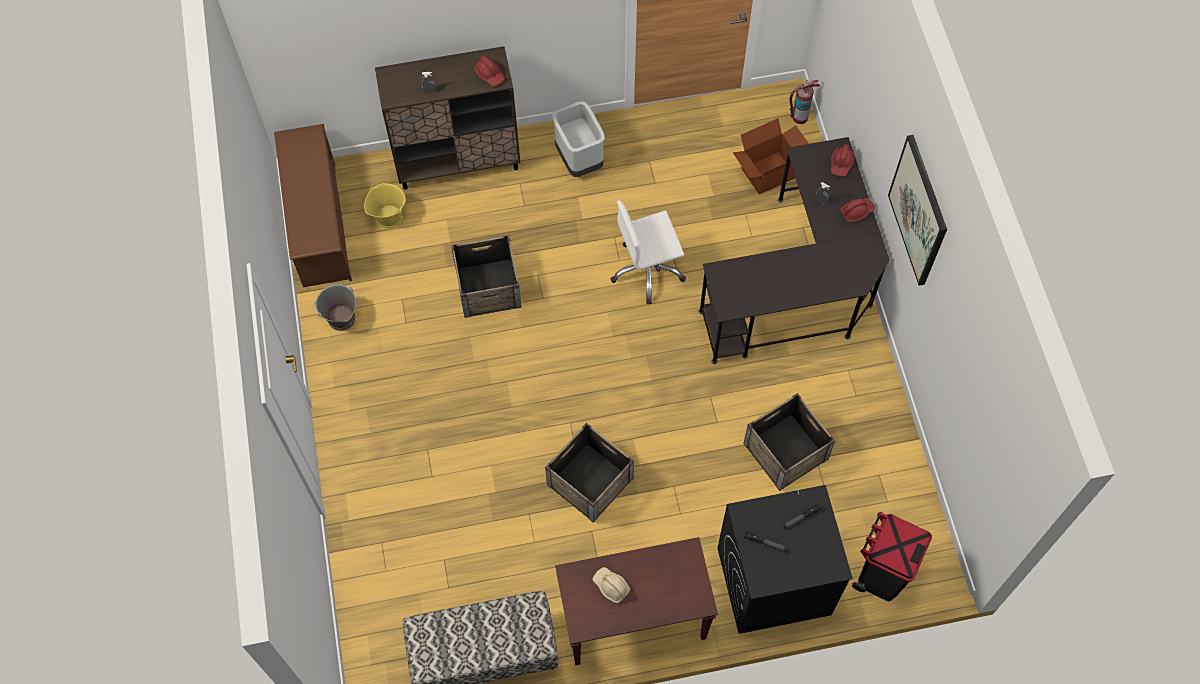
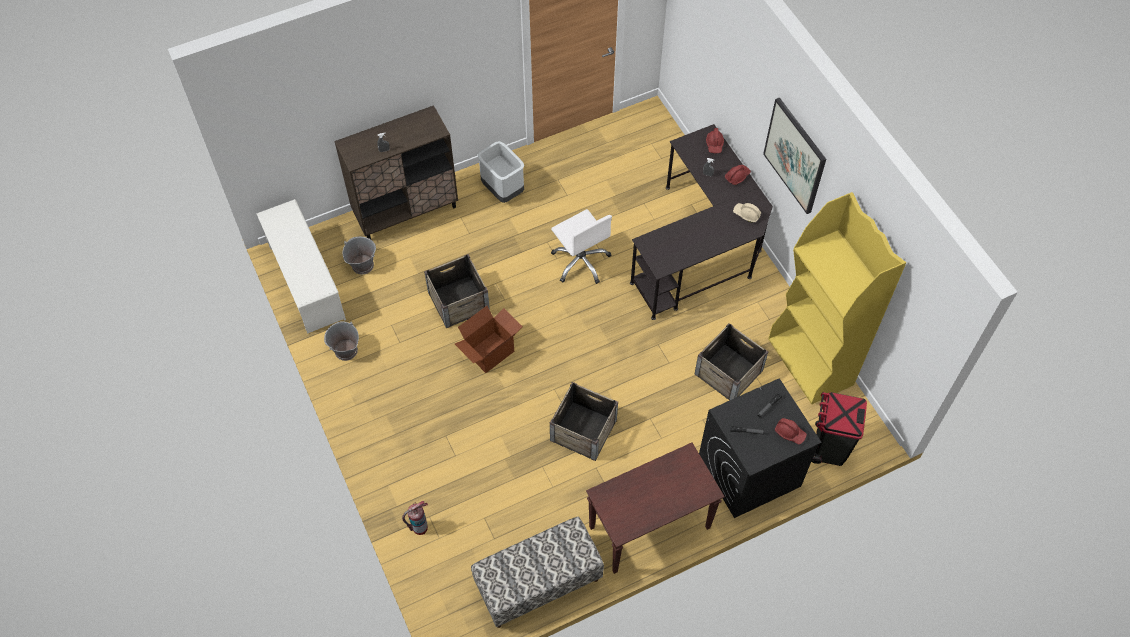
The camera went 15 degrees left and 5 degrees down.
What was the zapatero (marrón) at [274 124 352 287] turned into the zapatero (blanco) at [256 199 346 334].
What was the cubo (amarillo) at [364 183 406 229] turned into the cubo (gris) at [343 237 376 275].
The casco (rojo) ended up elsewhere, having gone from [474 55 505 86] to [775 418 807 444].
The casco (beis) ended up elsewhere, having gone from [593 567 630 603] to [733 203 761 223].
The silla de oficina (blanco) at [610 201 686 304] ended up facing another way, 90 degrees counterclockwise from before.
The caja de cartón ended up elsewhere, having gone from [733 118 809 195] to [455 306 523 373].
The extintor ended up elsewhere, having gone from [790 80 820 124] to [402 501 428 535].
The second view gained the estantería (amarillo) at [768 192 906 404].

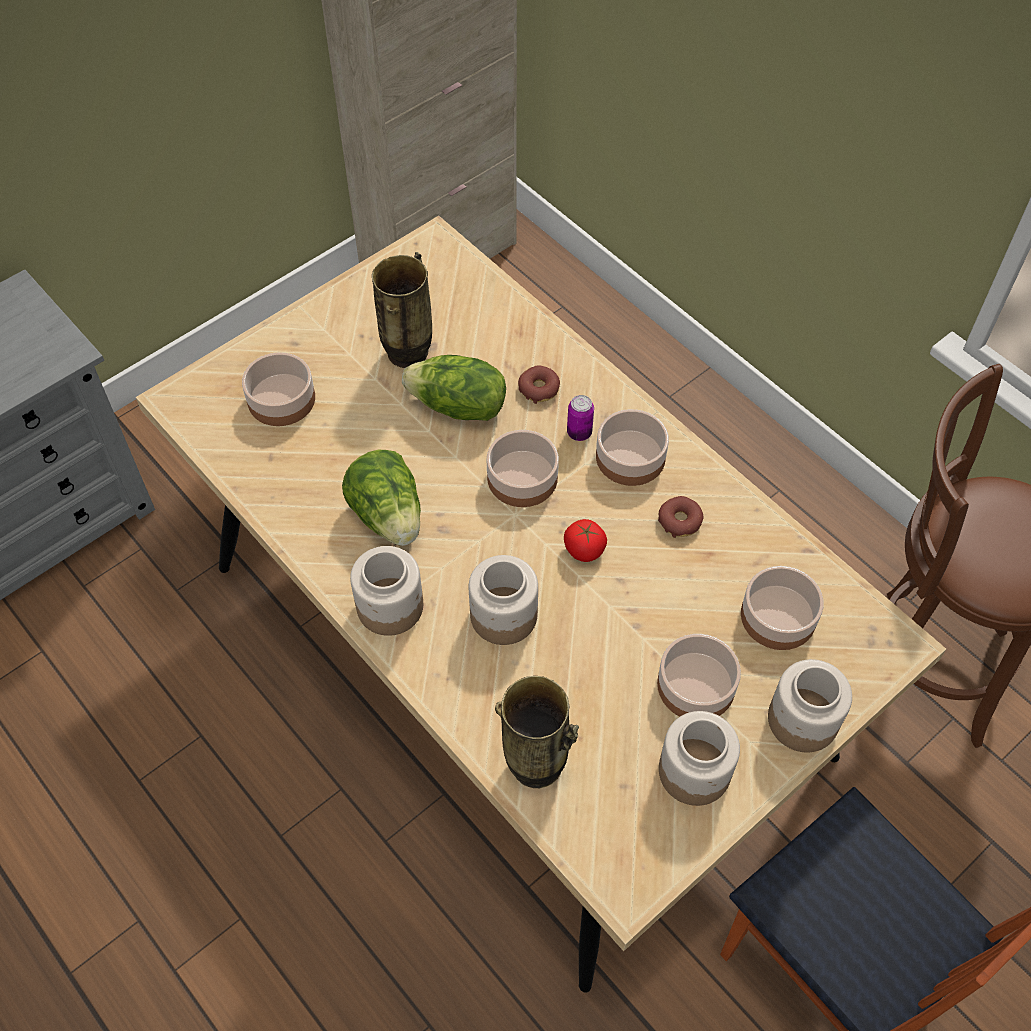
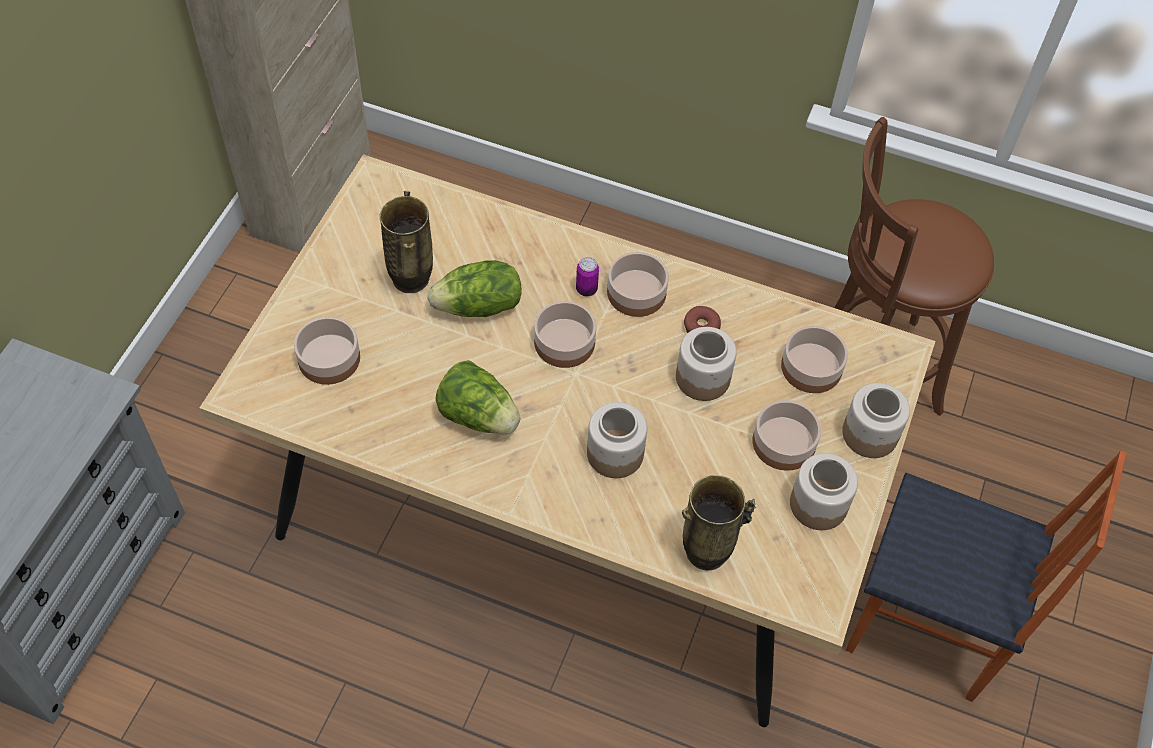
The camera went 30 degrees left and 0 degrees up.
The tarro ended up elsewhere, having gone from [350 546 423 636] to [676 327 737 401].
The second view lost the rosquilla at [518 365 560 404].
The second view lost the tomate at [564 519 607 562].

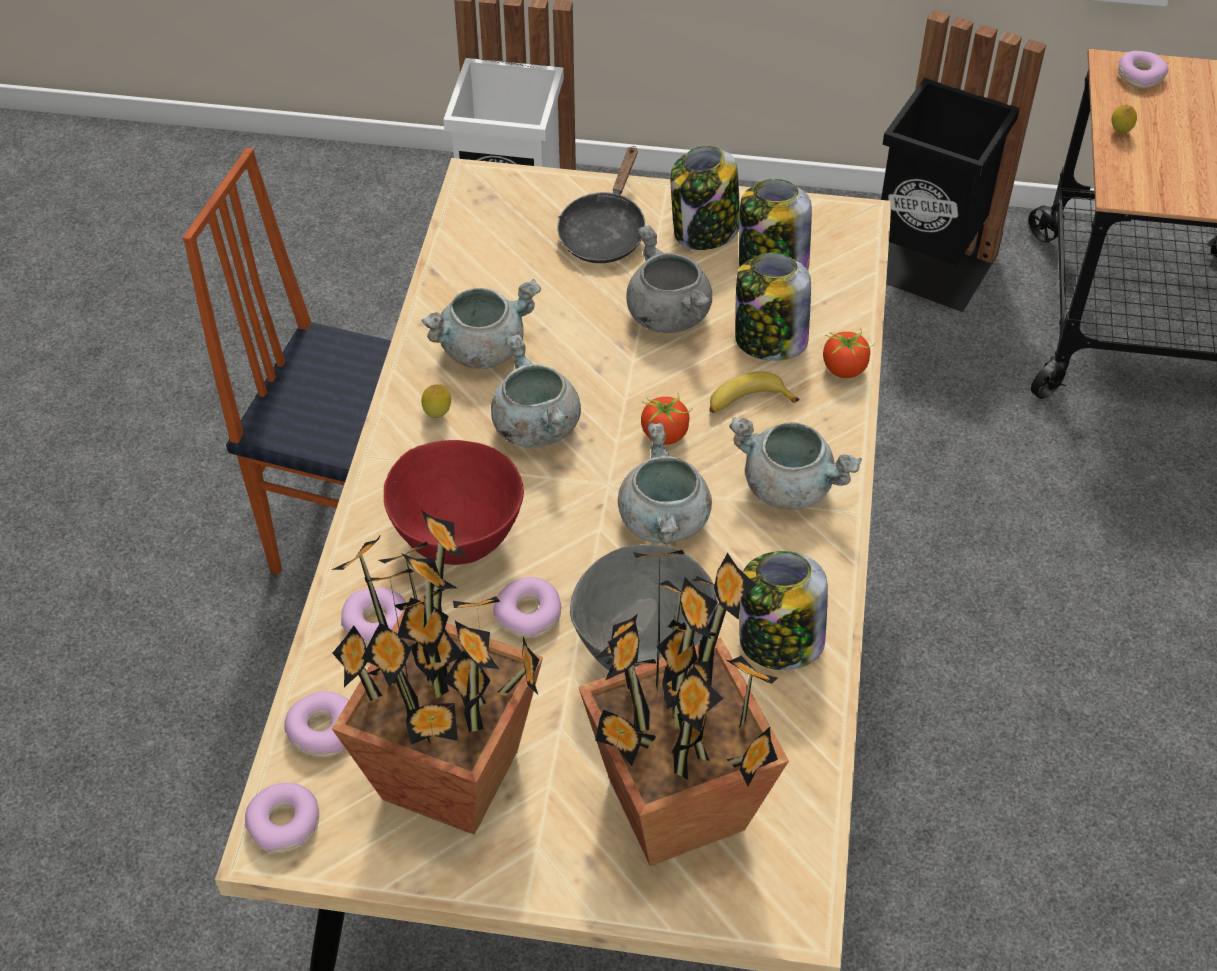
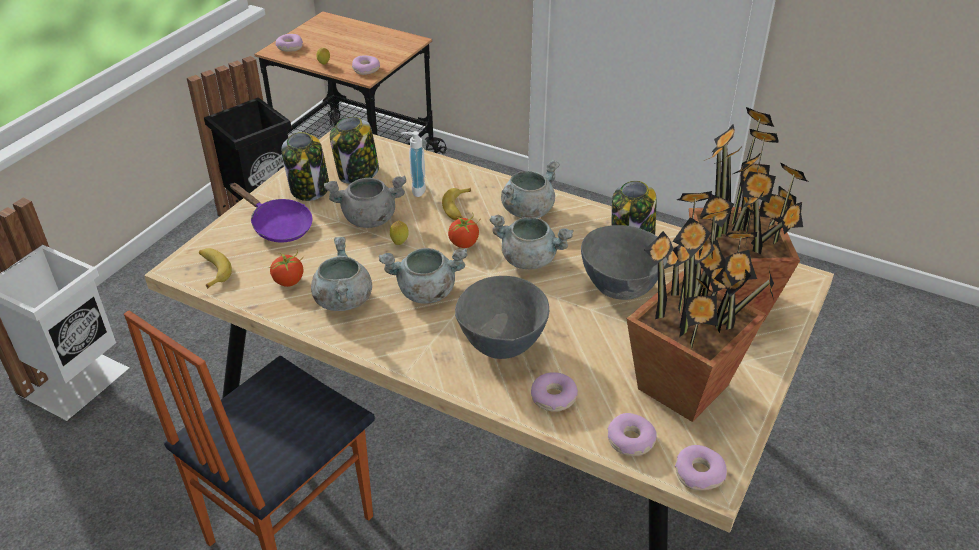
The camera went 70 degrees left and 10 degrees down.
What was the cuenco (rojo) at [384 440 524 565] turned into the cuenco (gris) at [455 276 549 359].
The limón ended up elsewhere, having gone from [421 384 451 418] to [390 220 409 245].
The rosquilla ended up elsewhere, having gone from [493 577 562 638] to [352 55 380 75].
What was the sartén (negro) at [557 146 645 263] turned into the sartén (morado) at [230 183 313 243].
Where the tarro stood at [735 252 811 361], the dispensador de jabón came to stand at [401 131 426 197].
The tomate ended up elsewhere, having gone from [823 329 875 378] to [268 250 303 287].
The second view gained the plátano at [199 248 232 289].

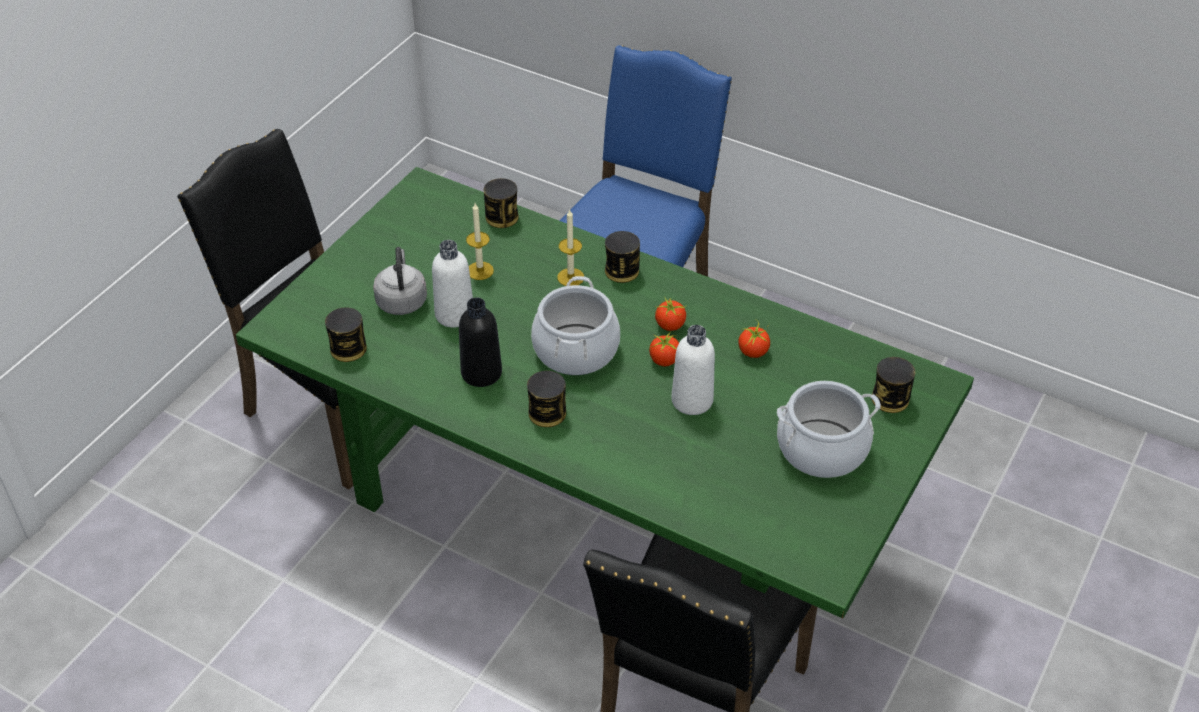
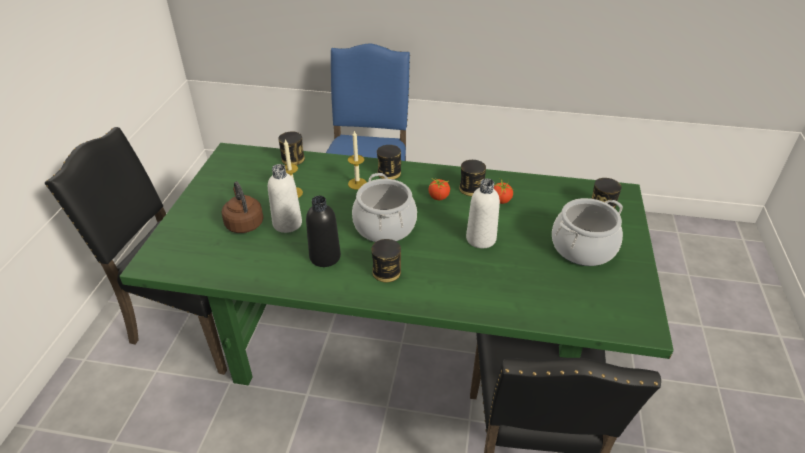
The camera went 20 degrees left and 5 degrees down.
The lata ended up elsewhere, having gone from [325 308 367 362] to [459 160 486 196].
What was the hervidor (gris) at [373 247 427 315] turned into the hervidor (marrón) at [222 181 264 233].
The second view lost the tomate at [649 331 679 366].

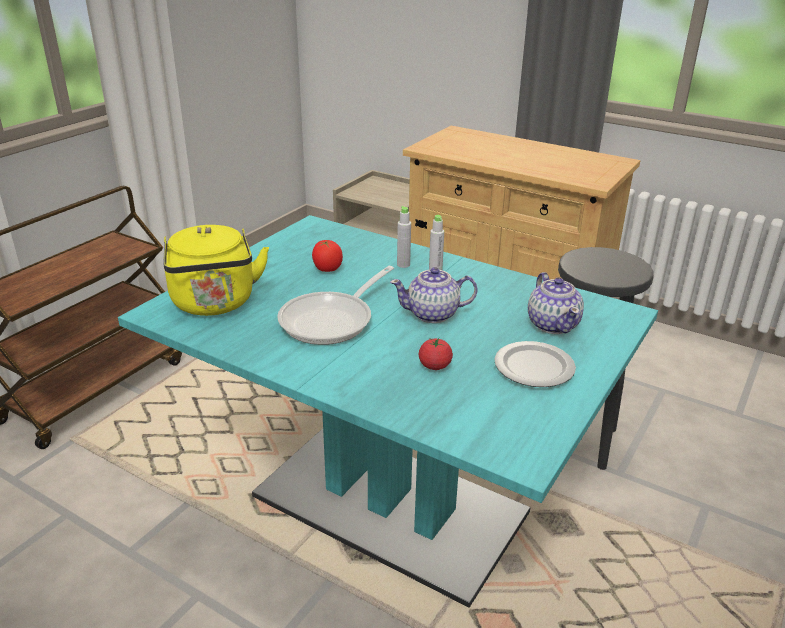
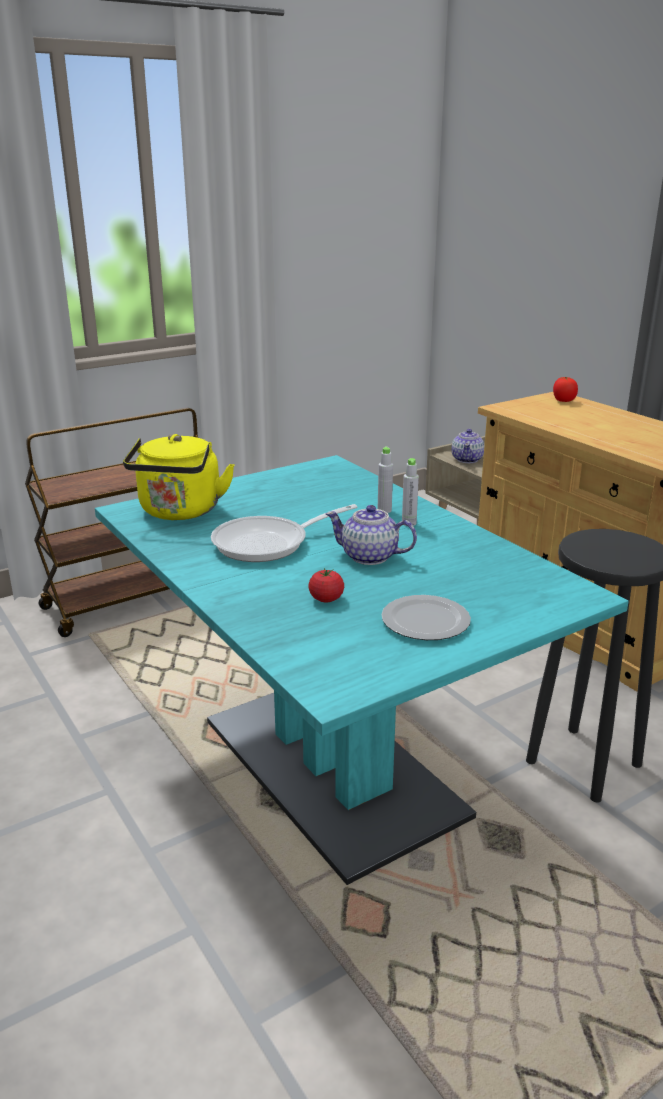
The camera went 25 degrees right and 5 degrees down.
The tomate ended up elsewhere, having gone from [312 240 343 272] to [553 377 578 402].
The tetera ended up elsewhere, having gone from [528 272 584 334] to [451 429 484 463].

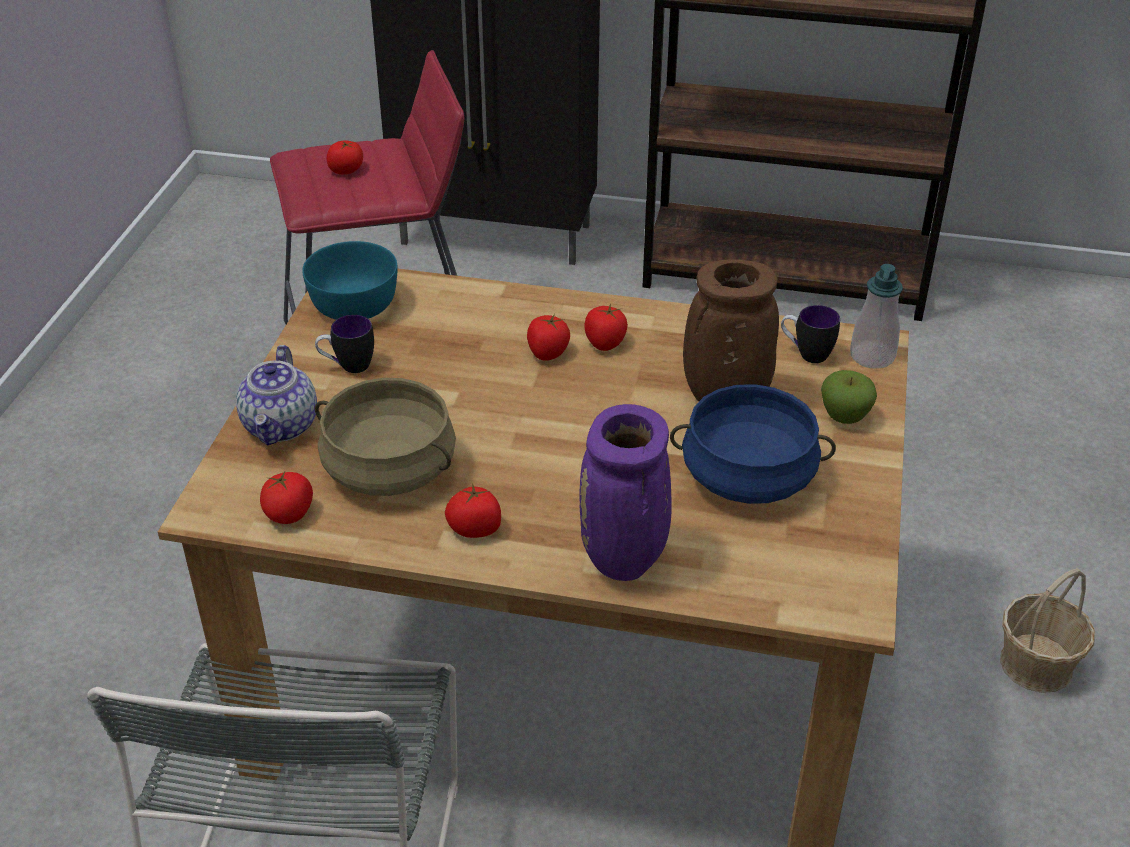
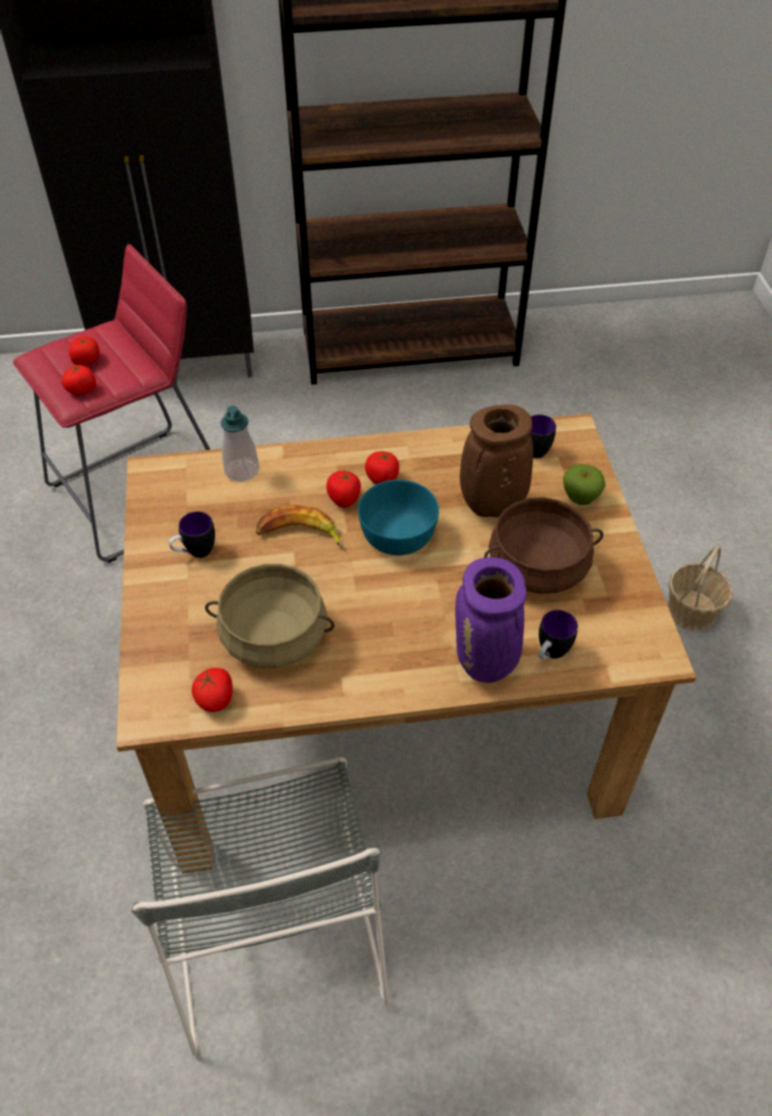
The camera went 20 degrees left and 10 degrees up.
The second view lost the tetera at [236 345 317 445].
The cuenco (turquesa) ended up elsewhere, having gone from [302 241 398 320] to [358 480 439 555].
The tomate ended up elsewhere, having gone from [445 483 501 538] to [62 364 96 395].
What was the olla (azul) at [670 384 836 504] turned into the olla (marrón) at [484 497 603 594].
The dispensador de jabón ended up elsewhere, having gone from [850 264 903 369] to [221 406 259 482].
The second view gained the plátano at [256 505 343 547].
The second view gained the taza grande at [538 610 578 659].

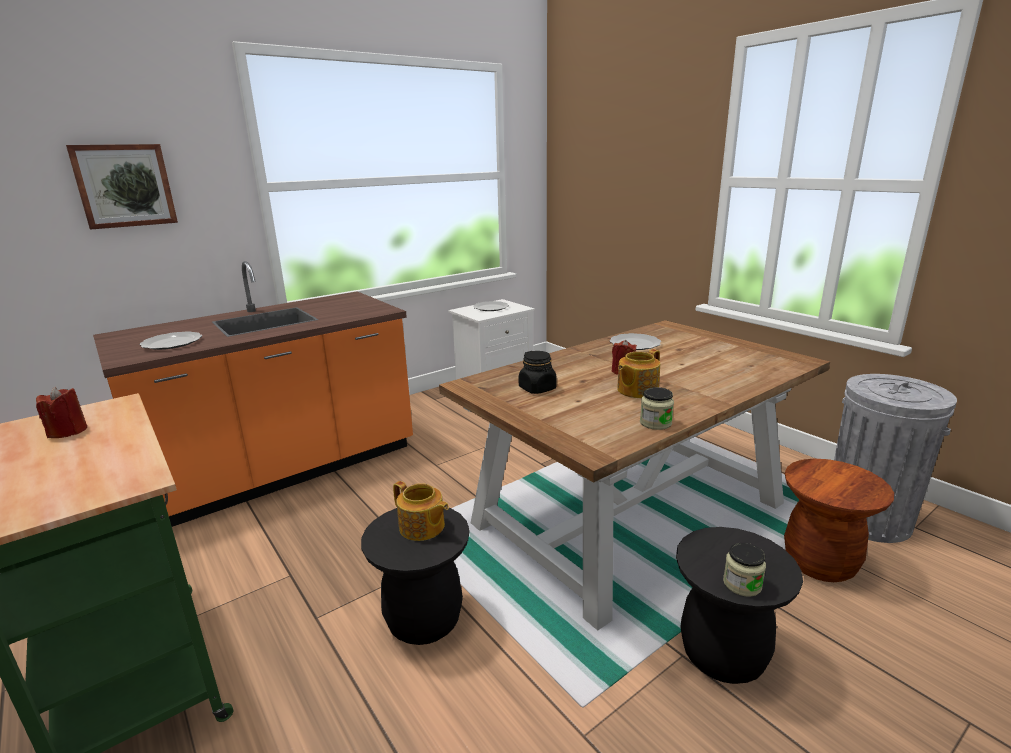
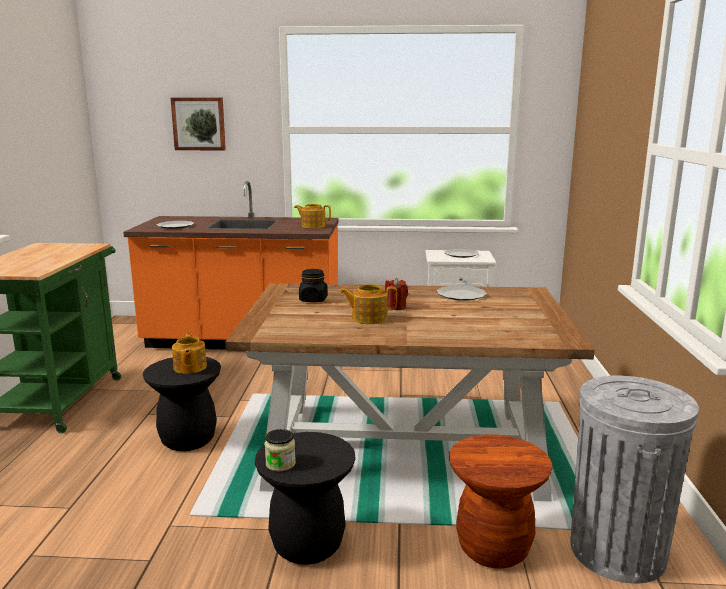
The camera went 40 degrees right and 5 degrees down.
The second view lost the vela (rojo) at [36 386 87 438].
The second view lost the tarro at [640 387 674 430].
The second view gained the tetera at [294 204 331 229].

